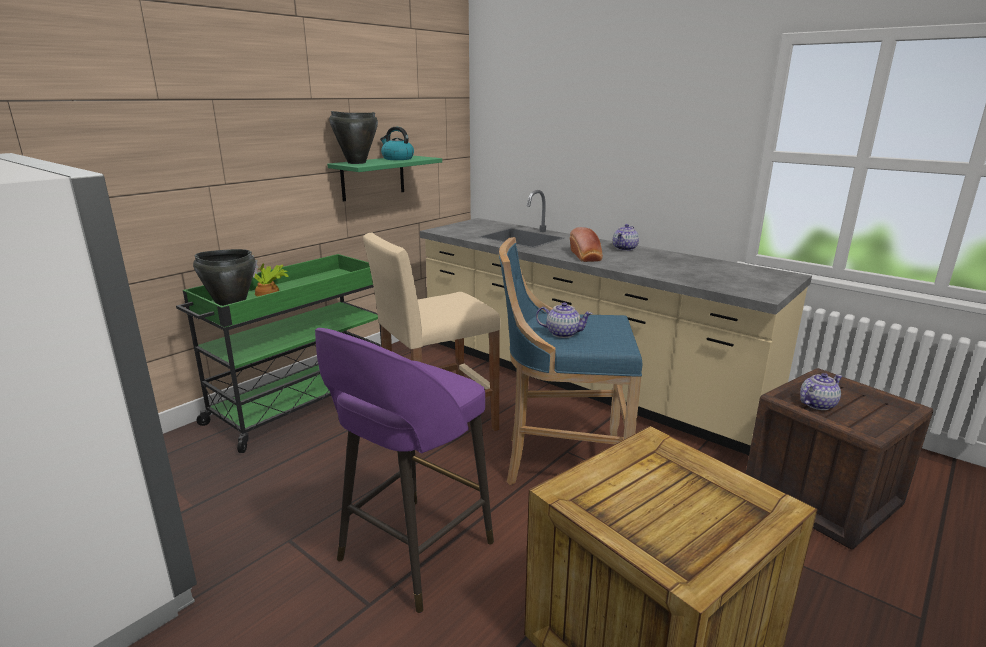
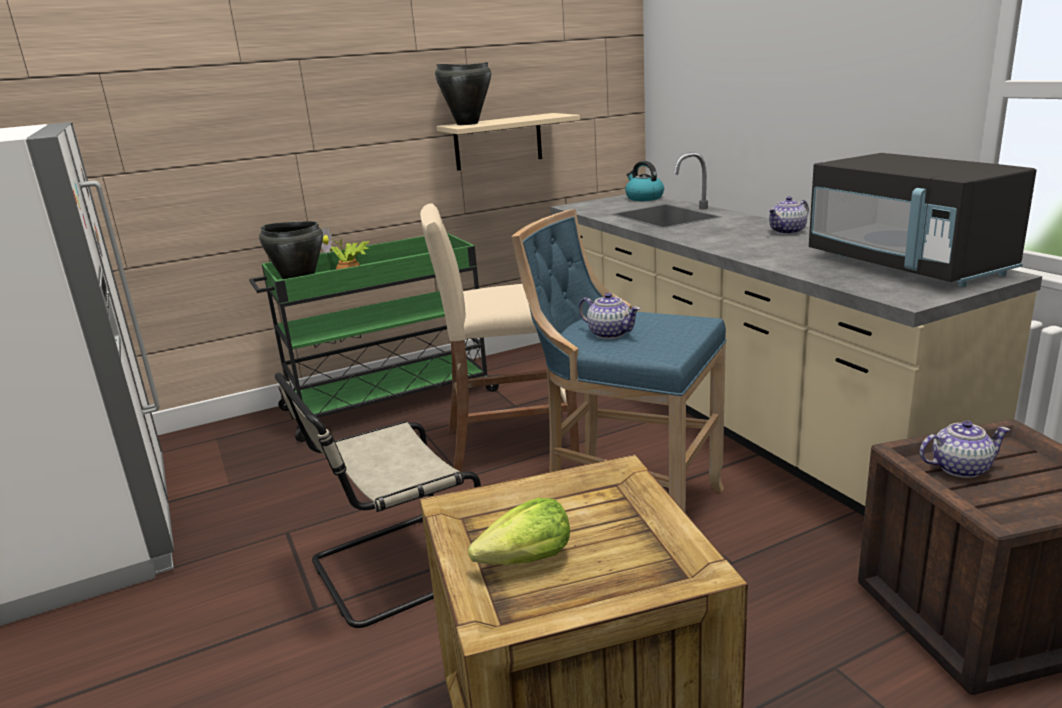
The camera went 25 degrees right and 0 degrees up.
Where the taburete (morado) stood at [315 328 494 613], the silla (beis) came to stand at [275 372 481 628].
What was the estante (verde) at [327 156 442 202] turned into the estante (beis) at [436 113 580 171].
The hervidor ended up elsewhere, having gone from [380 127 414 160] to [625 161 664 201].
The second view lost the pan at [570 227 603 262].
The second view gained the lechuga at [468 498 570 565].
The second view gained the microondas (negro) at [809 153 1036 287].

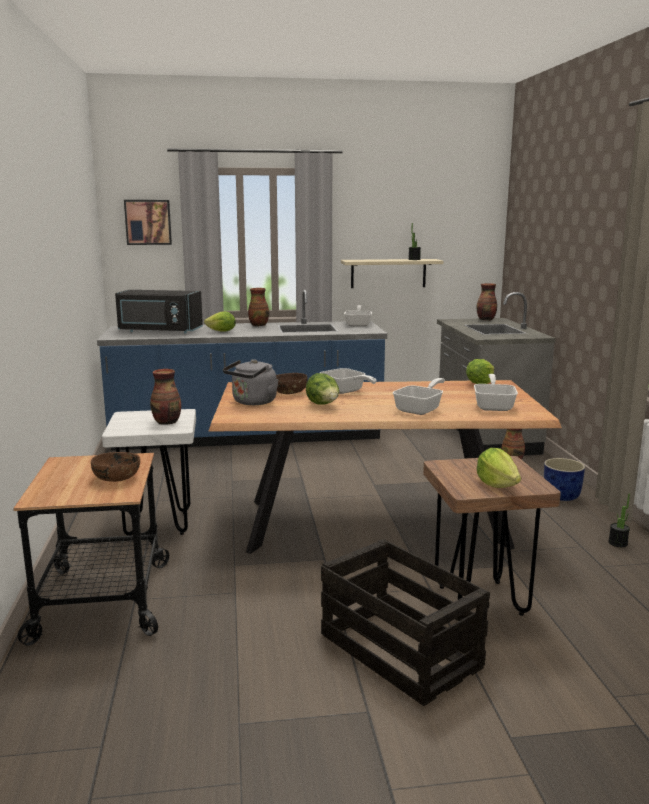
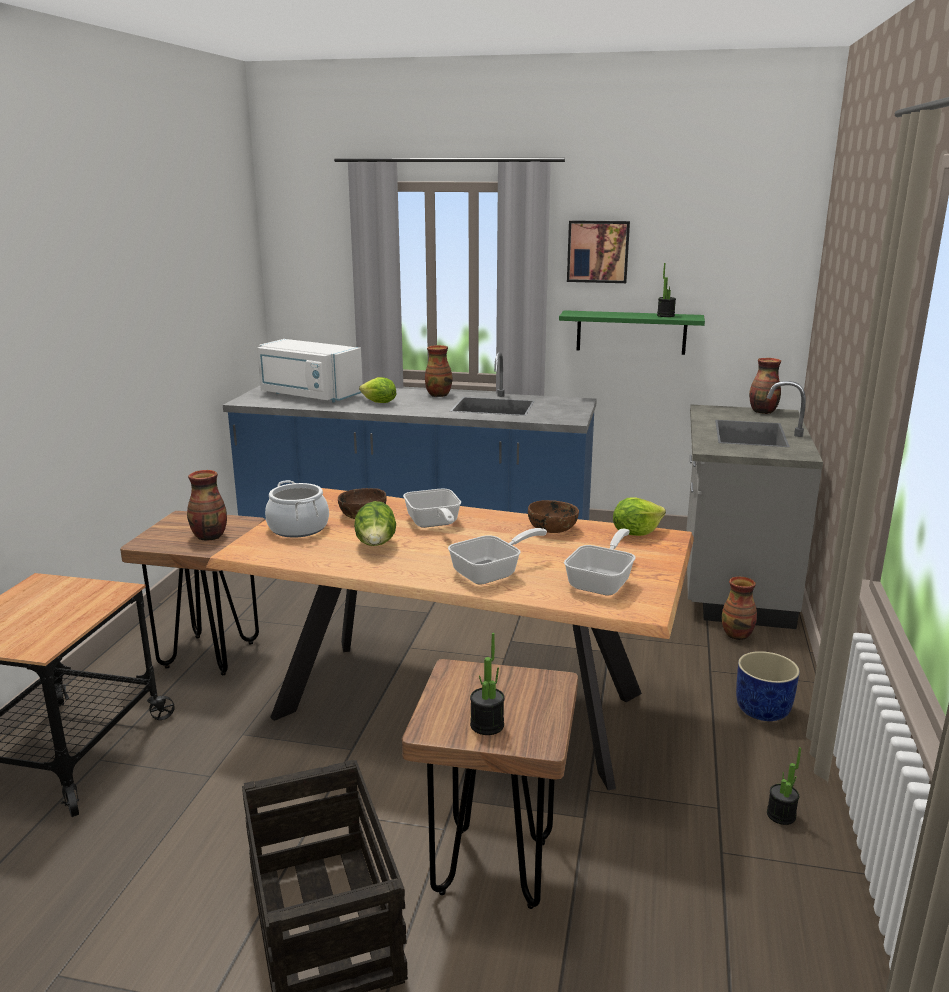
The camera went 20 degrees right and 5 degrees up.
The cuenco (marrón) ended up elsewhere, having gone from [91 452 140 482] to [528 500 579 533].
What was the taburete (blanco) at [102 409 196 536] turned into the taburete (marrón) at [120 511 265 675].
What was the microondas (negro) at [115 290 203 334] turned into the microondas (blanco) at [257 339 363 402].
The cuadro ended up elsewhere, having gone from [124 200 172 245] to [567 220 630 283].
Where the hervidor (gris) stood at [223 359 279 405], the olla came to stand at [265 480 329 538].
What was the estante (beis) at [341 259 444 288] turned into the estante (verde) at [559 310 705 355].
The second view lost the sartén at [344 305 372 327].
Where the lechuga stood at [477 448 521 488], the planta en maceta came to stand at [470 633 505 735].

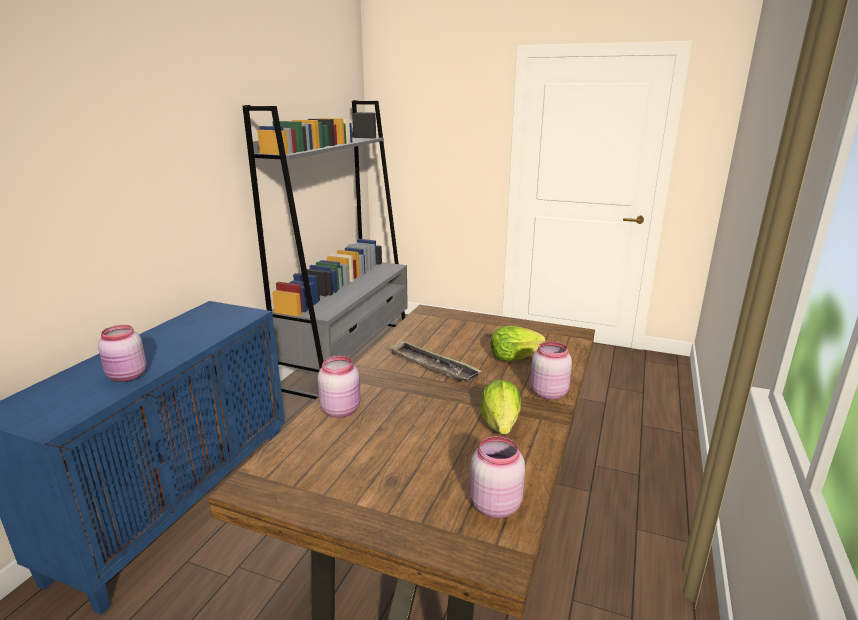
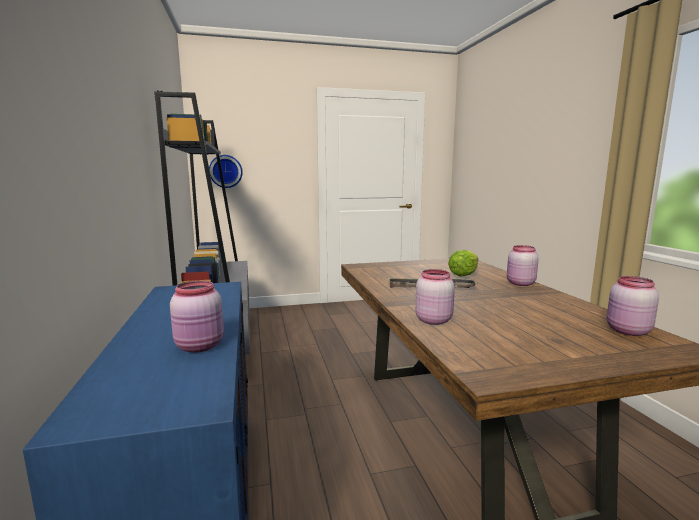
The camera went 35 degrees left and 10 degrees down.
The second view lost the lechuga at [480 379 521 434].
The second view gained the reloj de pared at [209 155 243 188].

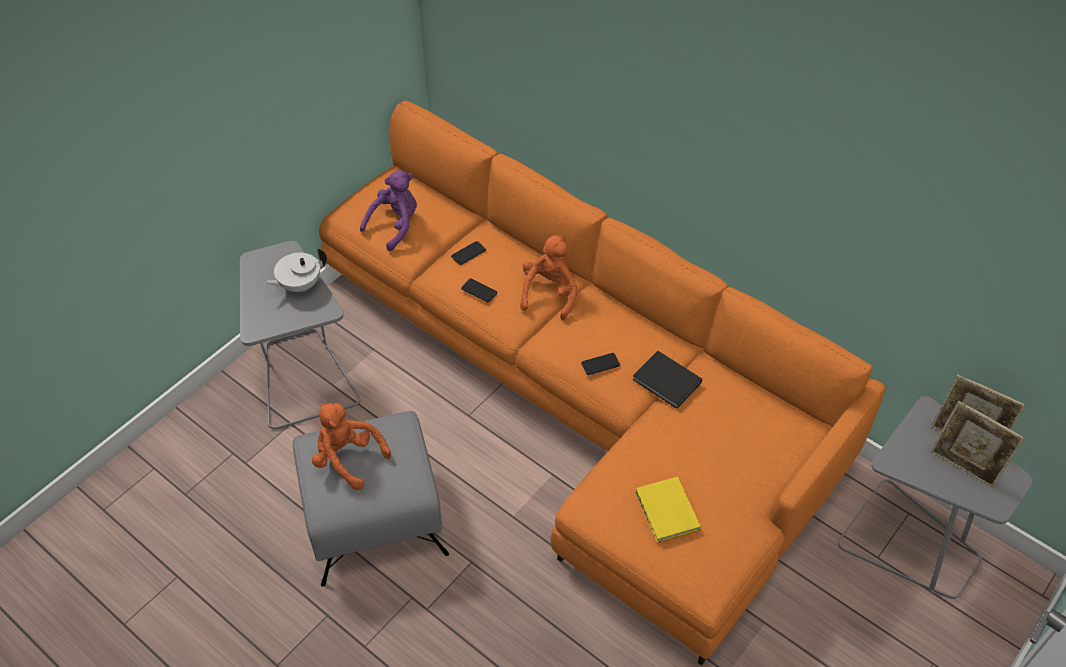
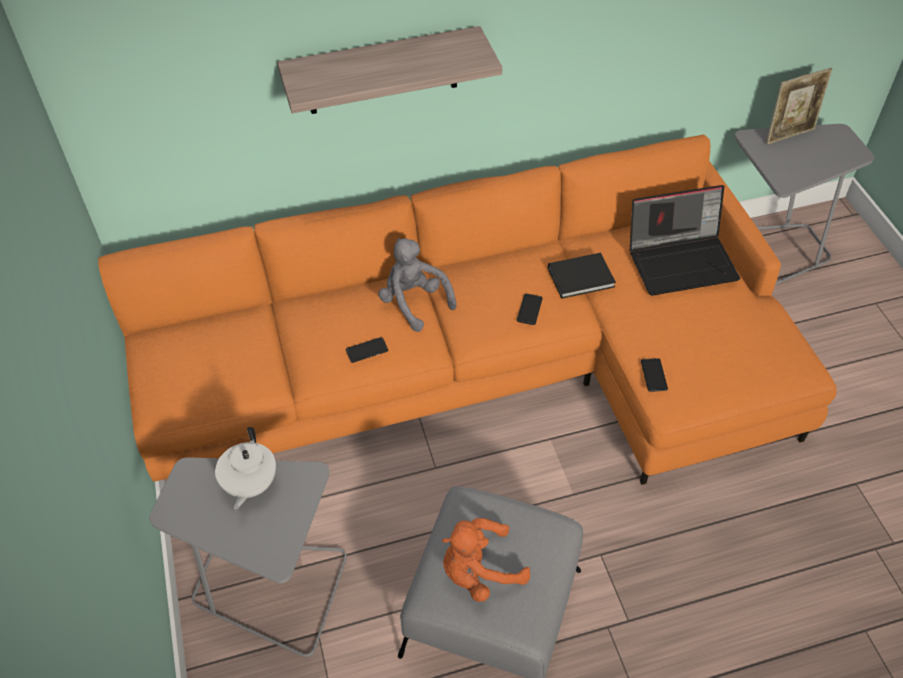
The camera went 55 degrees left and 0 degrees up.
The second view lost the peluche (morado) at [360 170 417 251].
The móvil ended up elsewhere, having gone from [451 241 486 265] to [641 358 668 392].
What was the peluche (naranja) at [520 235 577 320] turned into the peluche (gris) at [378 238 456 332].
The second view lost the libro (amarillo) at [635 477 701 543].
The second view lost the portarretratos at [930 401 1025 488].
The second view gained the estante at [277 26 502 114].
The second view gained the portátil at [630 185 740 296].

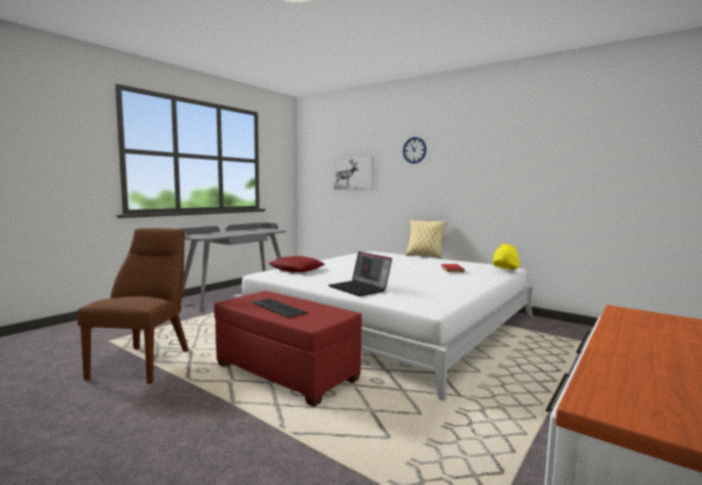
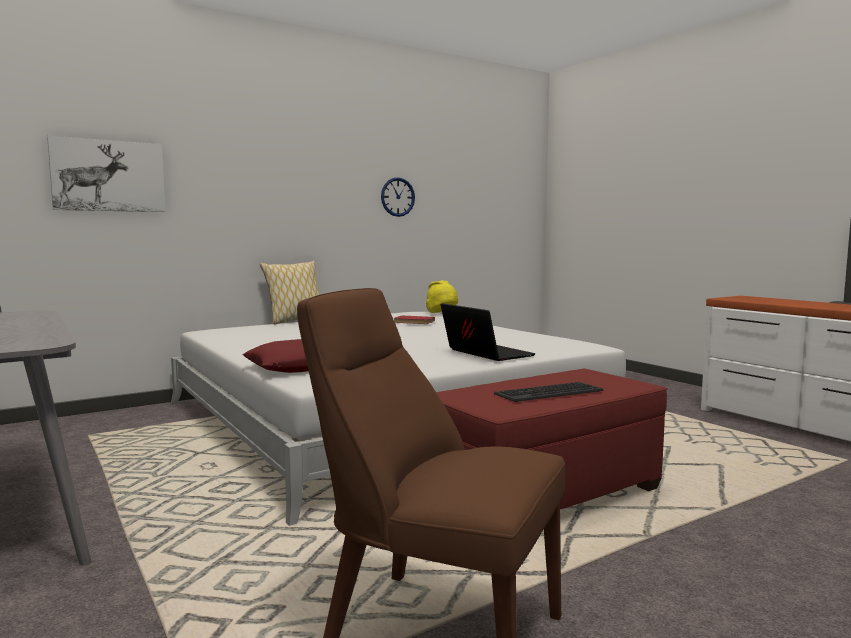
The camera went 70 degrees left and 0 degrees up.
The portátil at [329 252 392 296] ended up facing another way, 105 degrees counterclockwise from before.
The reloj de pared ended up elsewhere, having gone from [403 137 426 163] to [381 177 415 217].

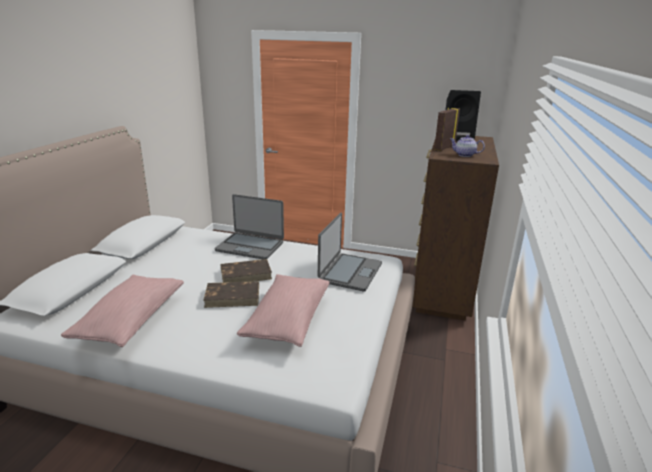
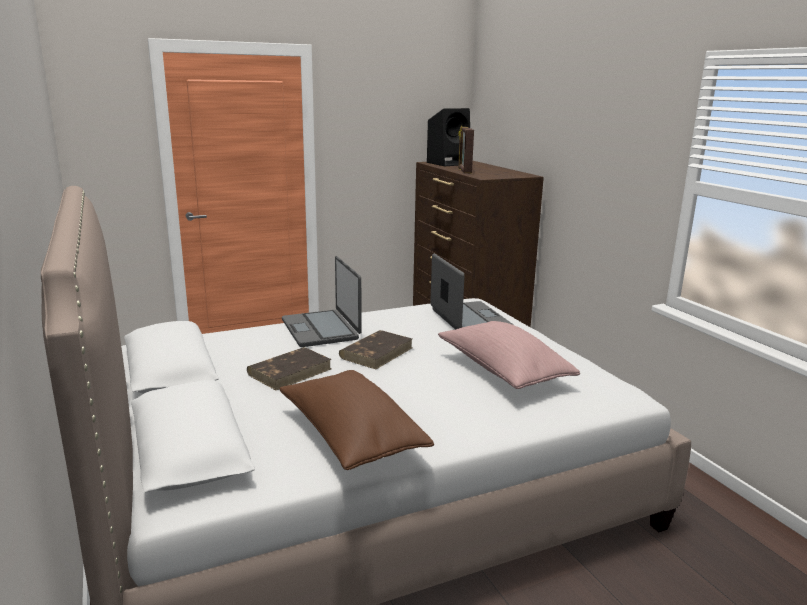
The camera went 40 degrees left and 5 degrees down.
What was the cojín (rosa) at [61 275 184 347] turned into the cojín (marrón) at [279 370 434 470].
The libro (marrón) ended up elsewhere, having gone from [203 281 259 308] to [247 347 332 390].
The portátil at [215 194 284 259] ended up facing another way, 90 degrees clockwise from before.
The second view lost the tetera at [450 135 485 157].

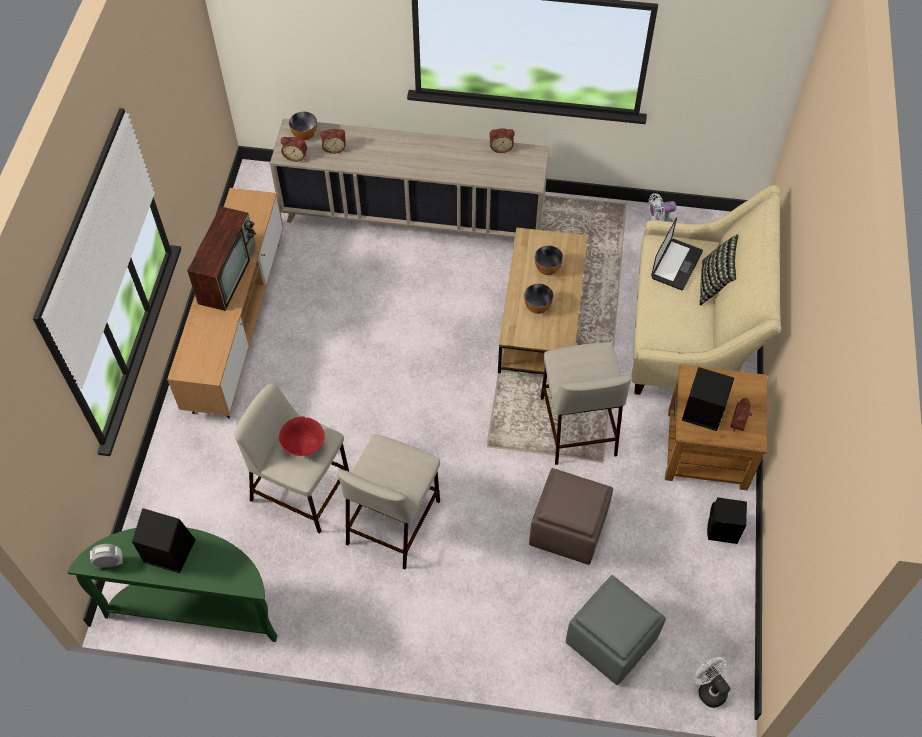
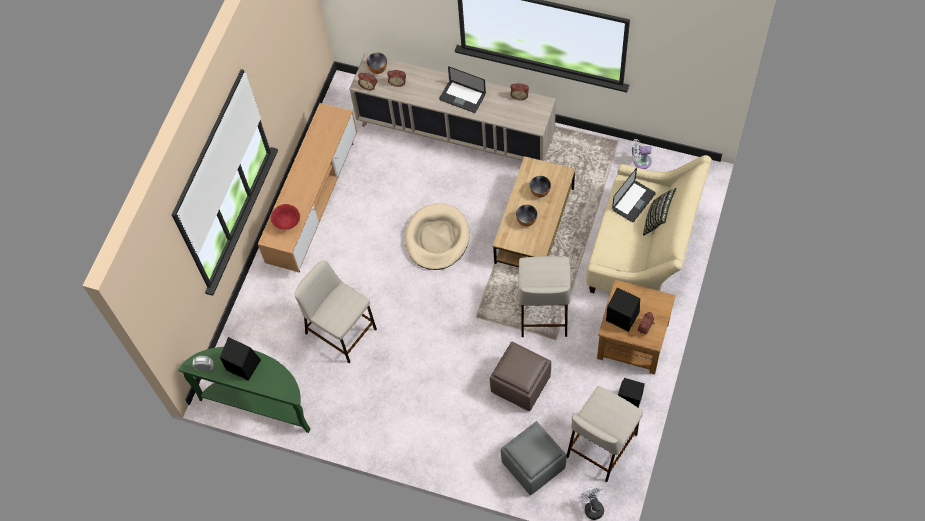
The camera went 15 degrees right and 5 degrees up.
The second view lost the televisor at [187 206 256 311].
The cuenco (rojo) ended up elsewhere, having gone from [278 417 325 456] to [271 204 300 230].
The taburete (beis) ended up elsewhere, having gone from [338 434 440 569] to [567 386 643 482].
The second view gained the cama para perro (beis) at [405 204 470 270].
The second view gained the portátil at [439 66 486 113].

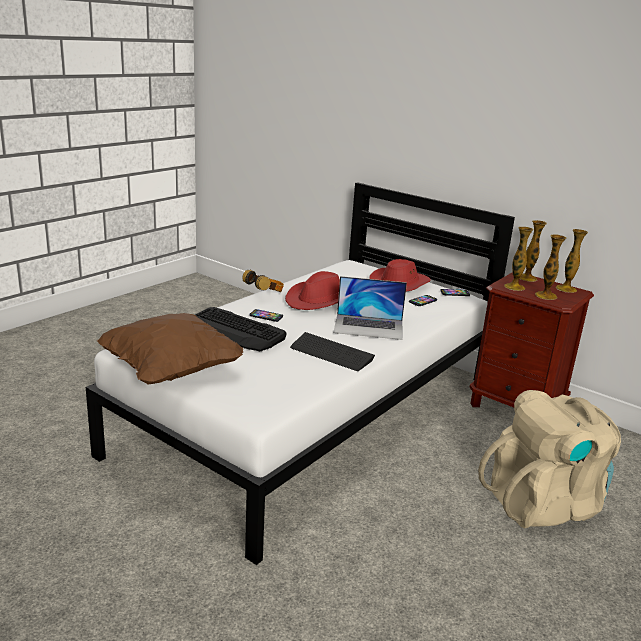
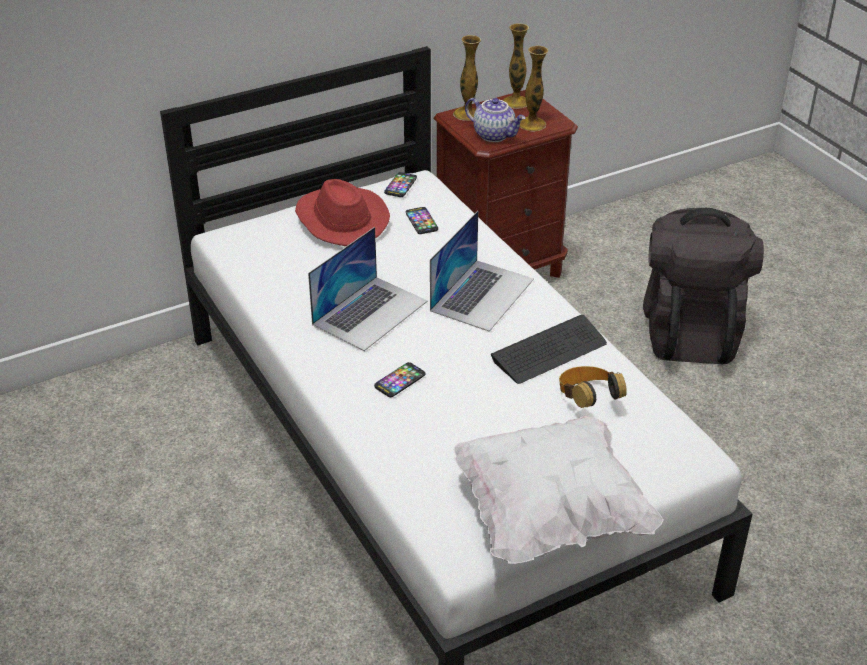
The camera went 65 degrees left and 15 degrees up.
What was the cojín (marrón) at [97 313 243 385] turned into the cojín (blanco) at [454 416 664 564].
The second view lost the teclado at [195 307 287 351].
The auriculares ended up elsewhere, having gone from [242 270 284 292] to [559 366 627 408].
Where the sombrero (rojo) stood at [285 271 340 310], the portátil came to stand at [308 227 428 351].
What was the mochila (beis) at [478 390 621 528] turned into the mochila (negro) at [643 208 764 364].
Where the florero stood at [504 227 534 291], the tetera came to stand at [465 98 525 142].

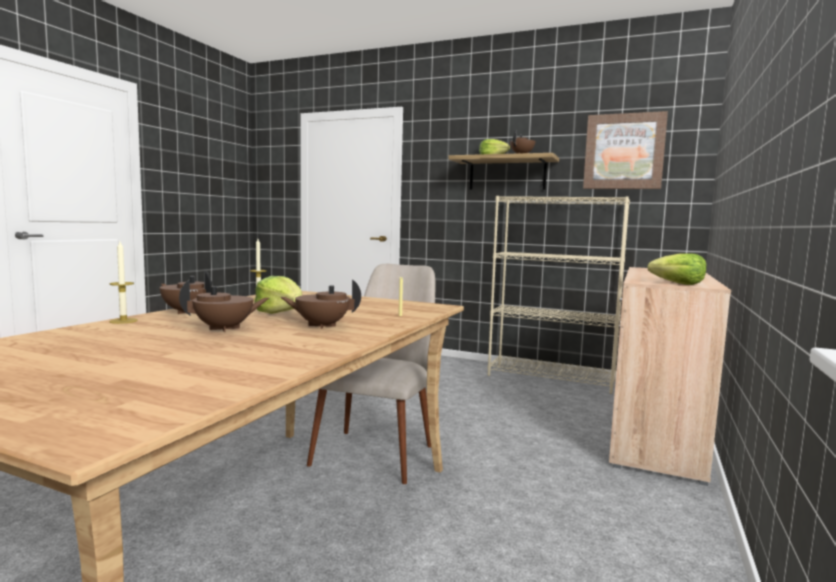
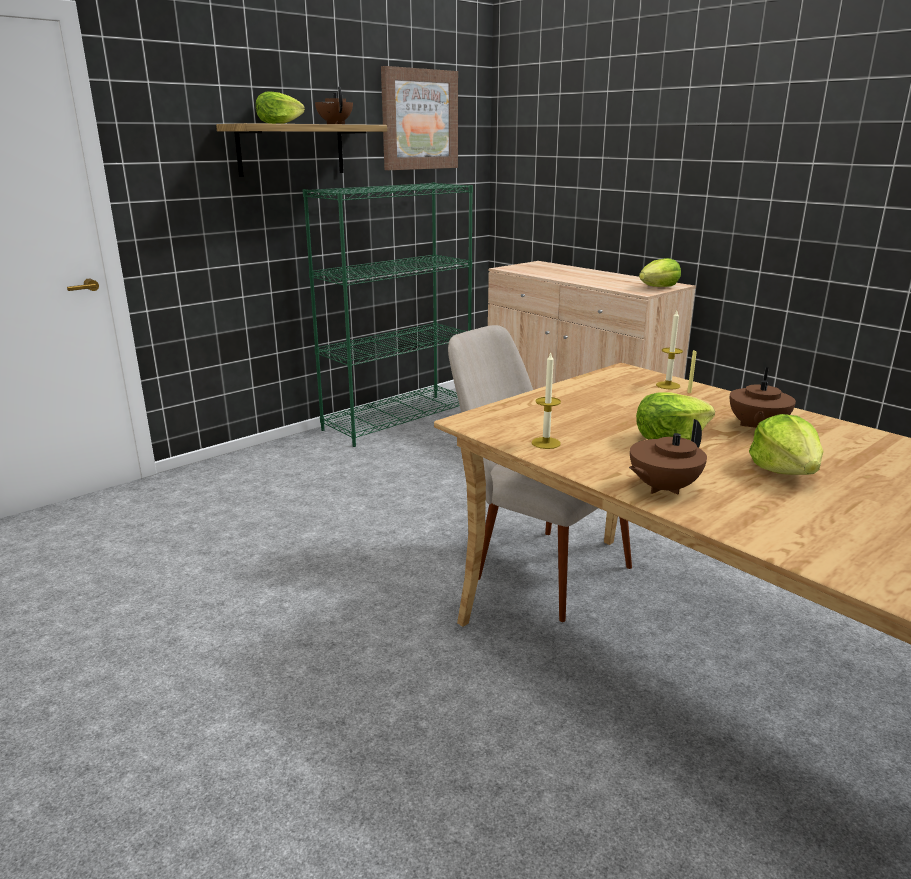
The camera went 65 degrees left and 15 degrees up.
The vela ended up elsewhere, having gone from [109 242 138 324] to [656 311 683 390].
Where the tetera (marrón) stood at [179 279 269 332], the lechuga came to stand at [749 414 824 475].
What was the estantería (beis) at [488 196 630 394] turned into the estantería (verde) at [303 182 473 447].

